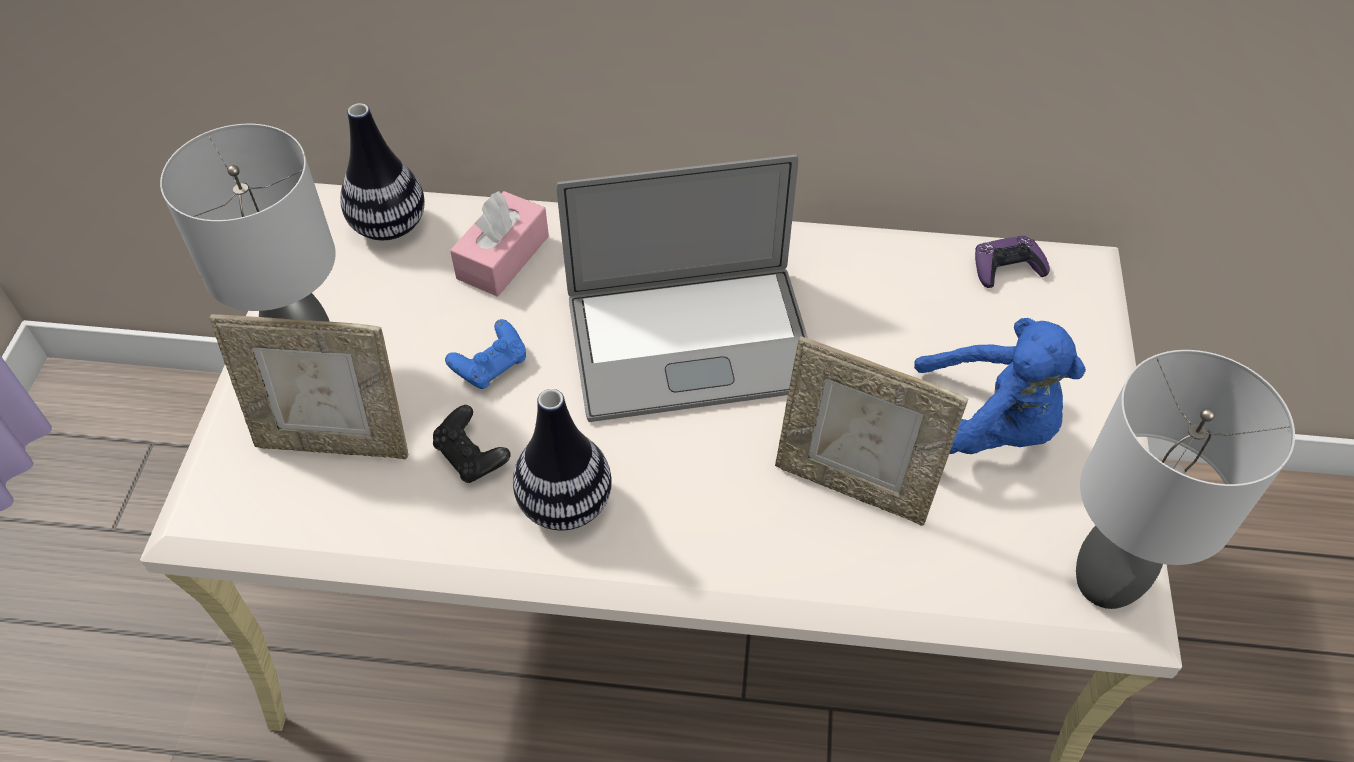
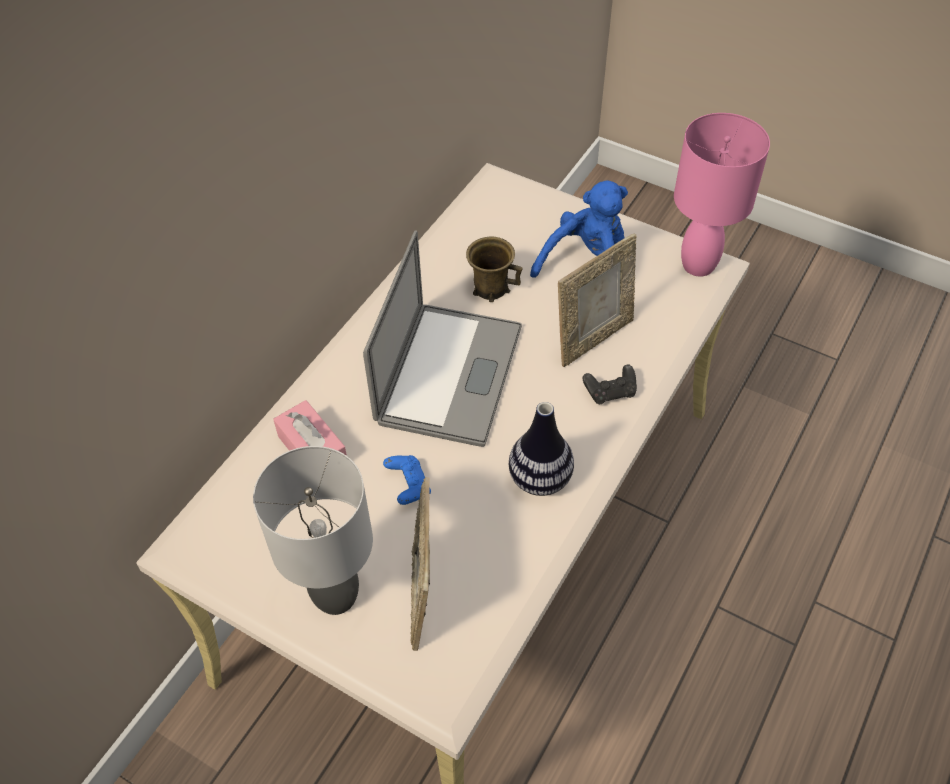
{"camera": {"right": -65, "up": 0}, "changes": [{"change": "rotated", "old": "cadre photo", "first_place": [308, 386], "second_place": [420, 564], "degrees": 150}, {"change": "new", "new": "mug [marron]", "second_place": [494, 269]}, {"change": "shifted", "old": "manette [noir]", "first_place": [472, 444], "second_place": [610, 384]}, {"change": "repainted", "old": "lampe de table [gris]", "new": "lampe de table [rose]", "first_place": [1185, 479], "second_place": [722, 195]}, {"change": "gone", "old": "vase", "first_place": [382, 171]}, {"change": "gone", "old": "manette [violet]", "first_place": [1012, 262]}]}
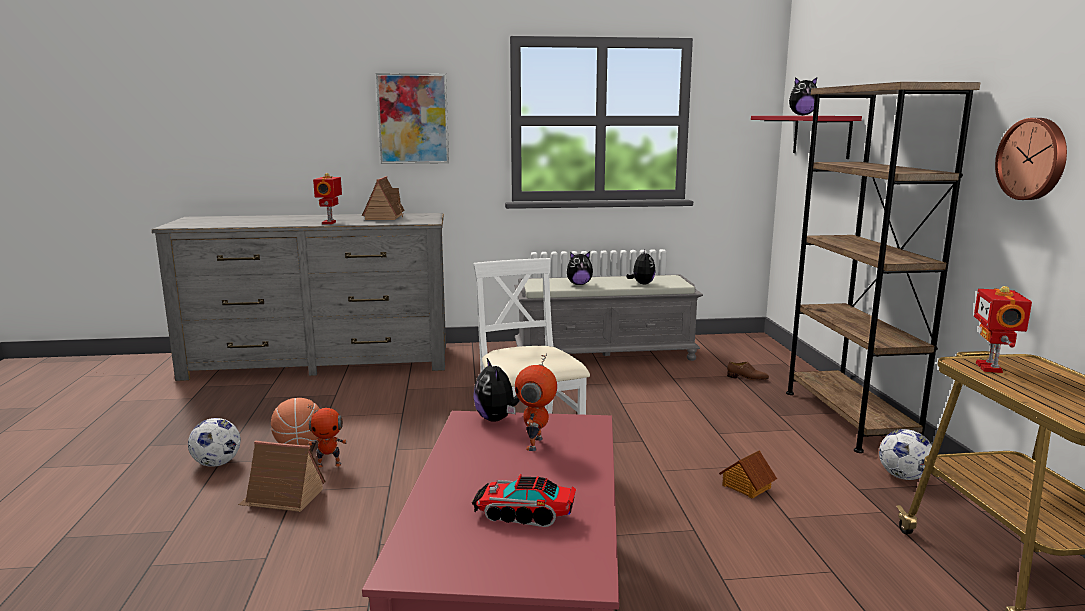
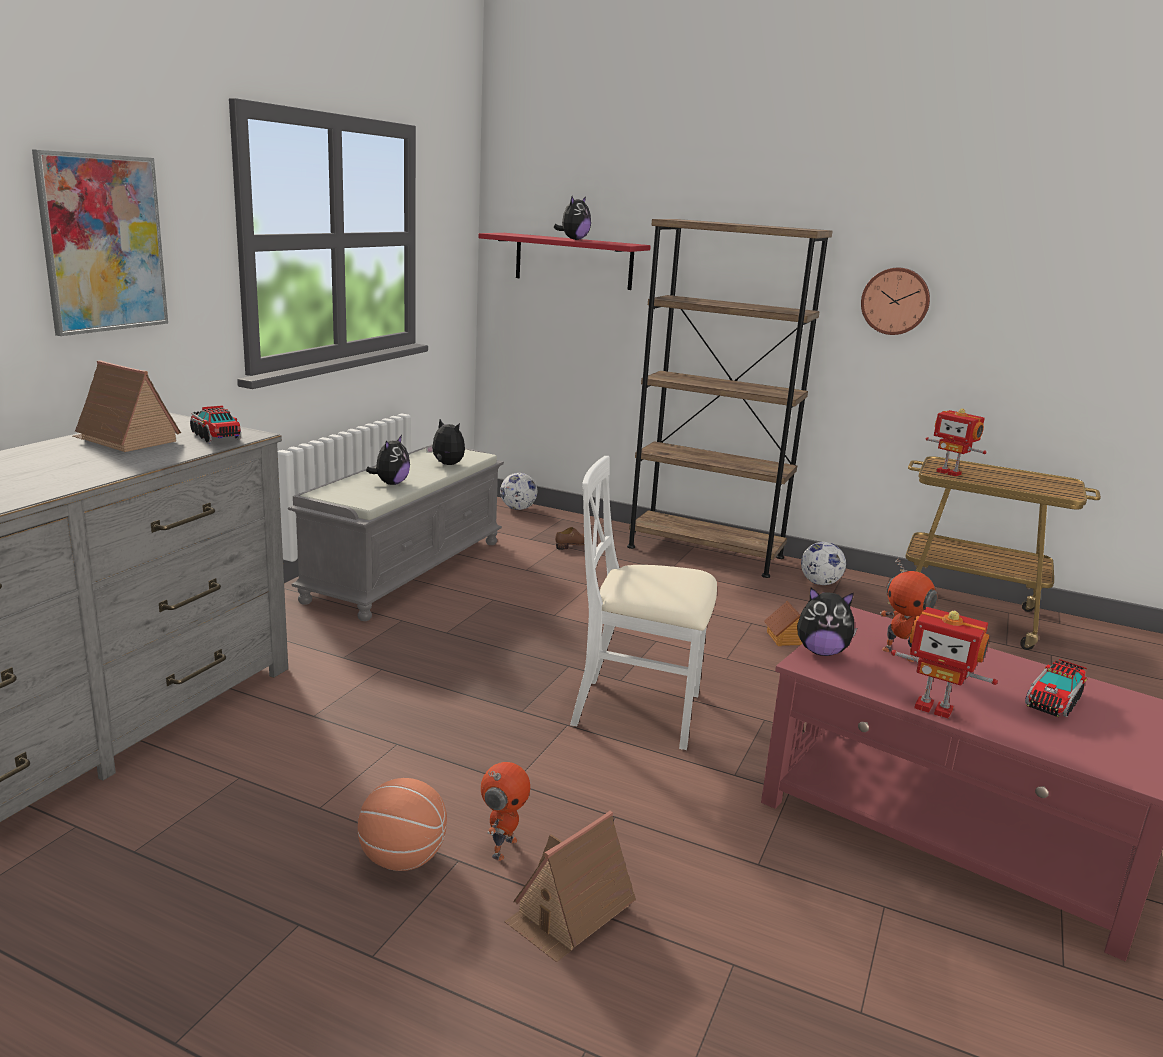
{"camera": {"right": -60, "up": 5}, "changes": [{"change": "new", "new": "camion jouet", "second_place": [215, 424]}, {"change": "shifted", "old": "ballon de foot", "first_place": [214, 442], "second_place": [518, 491]}, {"change": "shifted", "old": "robot jouet", "first_place": [327, 198], "second_place": [944, 663]}]}
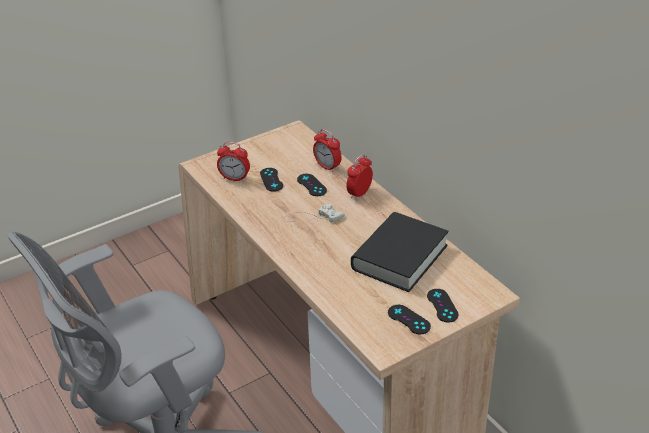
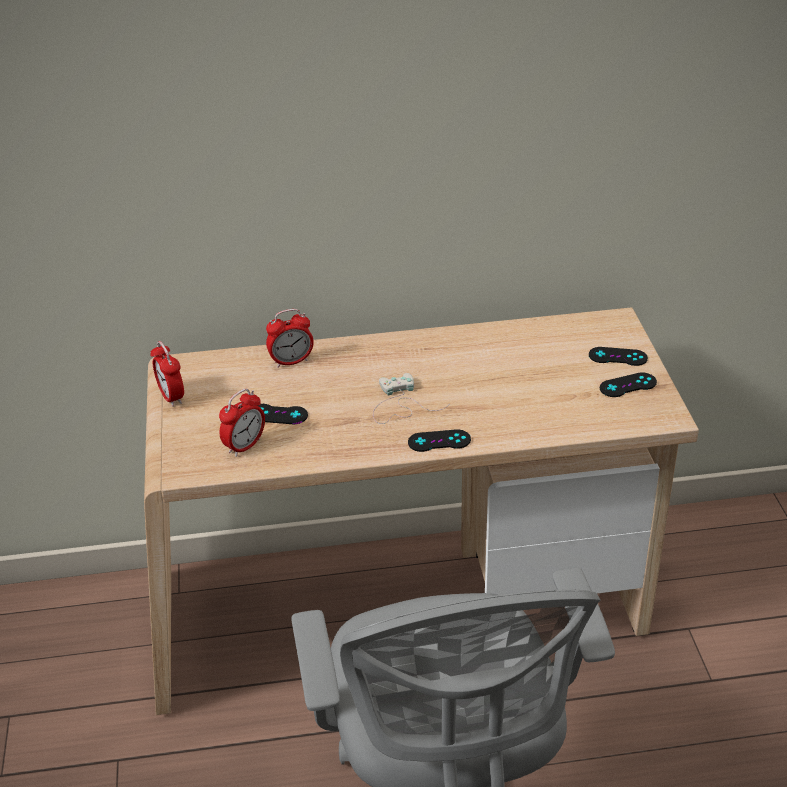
{"camera": {"right": -65, "up": 0}, "changes": [{"change": "shifted", "old": "réveil", "first_place": [359, 177], "second_place": [167, 374]}, {"change": "shifted", "old": "manette [noir]", "first_place": [312, 185], "second_place": [439, 440]}, {"change": "gone", "old": "livre [noir]", "first_place": [400, 252]}]}
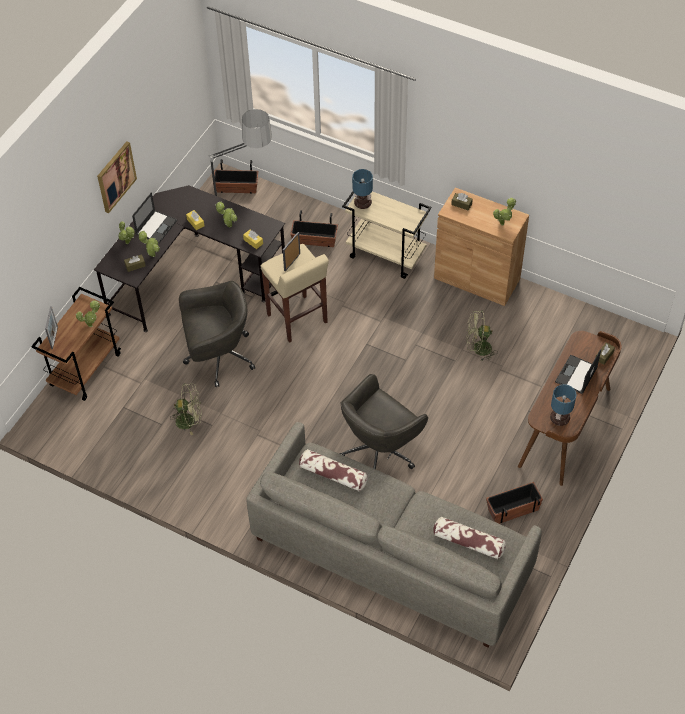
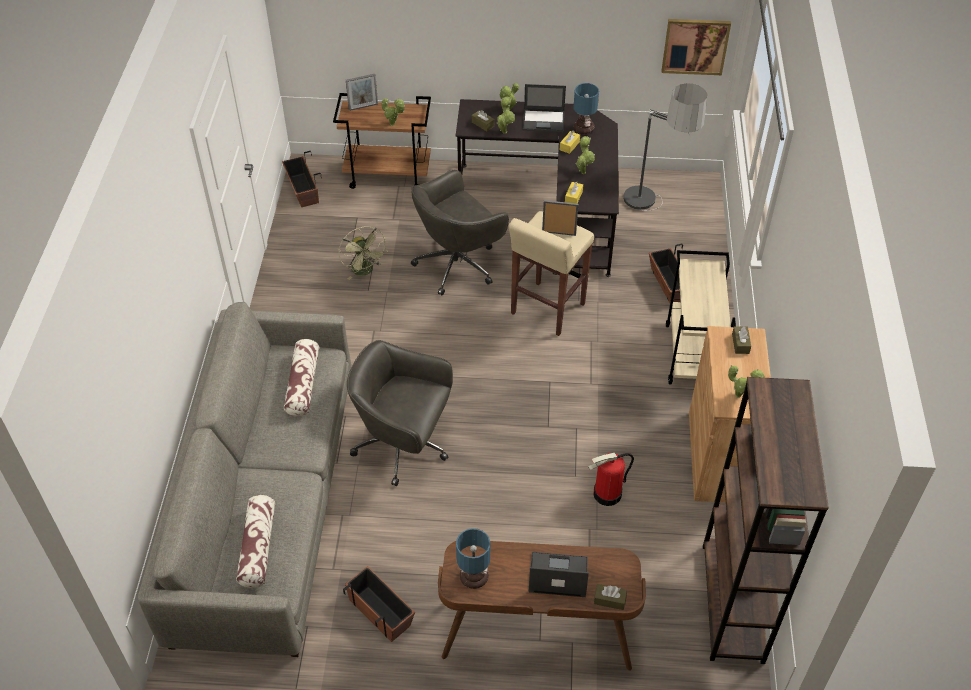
{"camera": {"right": 65, "up": -5}, "changes": [{"change": "shifted", "old": "cache-pot", "first_place": [236, 176], "second_place": [302, 179]}, {"change": "rotated", "old": "chaise de bureau [gris]", "first_place": [217, 334], "second_place": [460, 232], "degrees": 90}, {"change": "shifted", "old": "lampe de table", "first_place": [362, 189], "second_place": [586, 108]}, {"change": "swapped", "old": "ventilateur [vert]", "new": "extincteur", "first_place": [482, 336], "second_place": [611, 479]}, {"change": "shifted", "old": "tableau", "first_place": [117, 177], "second_place": [696, 47]}, {"change": "new", "new": "bibliothèque [marron]", "second_place": [766, 520]}]}
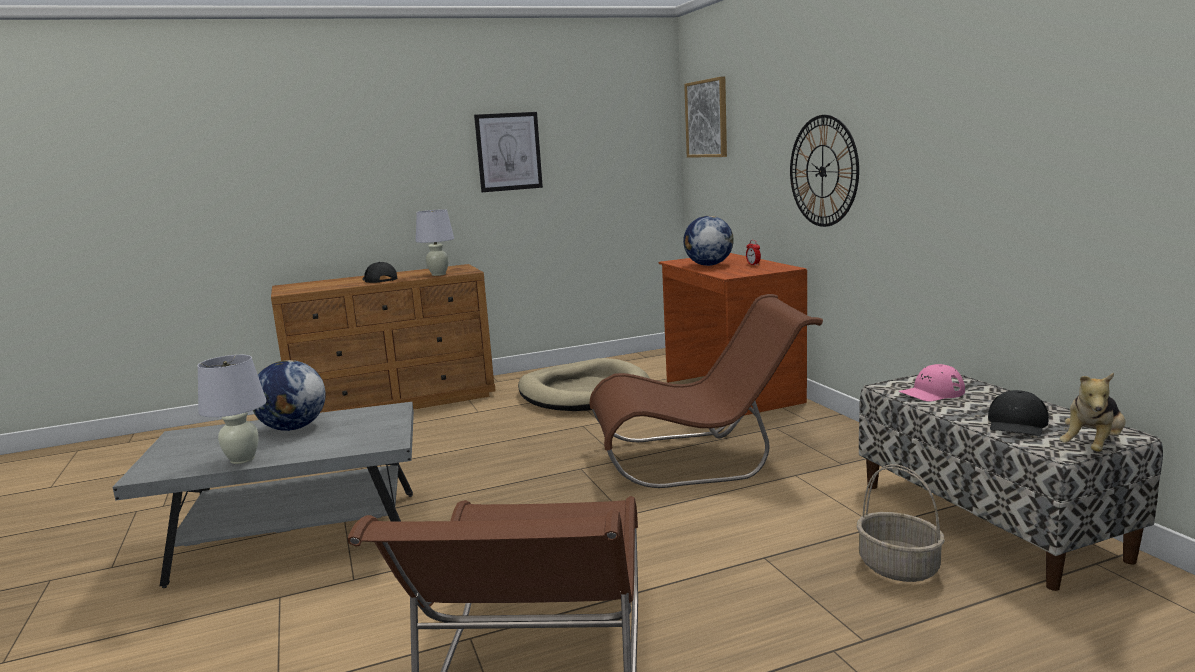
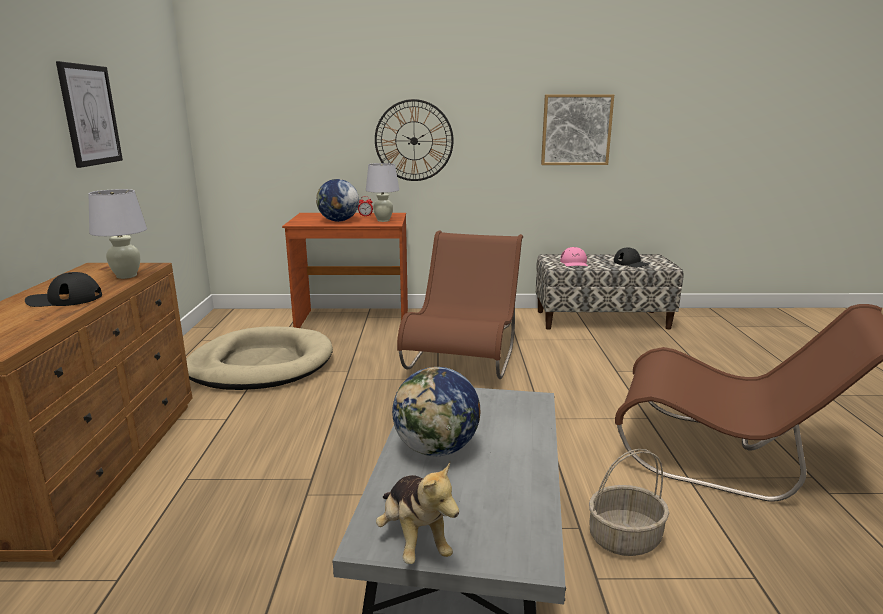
{"camera": {"right": -70, "up": 5}, "changes": [{"change": "shifted", "old": "lampe de table [blanc]", "first_place": [232, 409], "second_place": [382, 192]}, {"change": "shifted", "old": "peluche", "first_place": [1092, 412], "second_place": [417, 513]}, {"change": "shifted", "old": "tableau", "first_place": [705, 117], "second_place": [577, 130]}, {"change": "shifted", "old": "panier", "first_place": [901, 523], "second_place": [629, 502]}]}
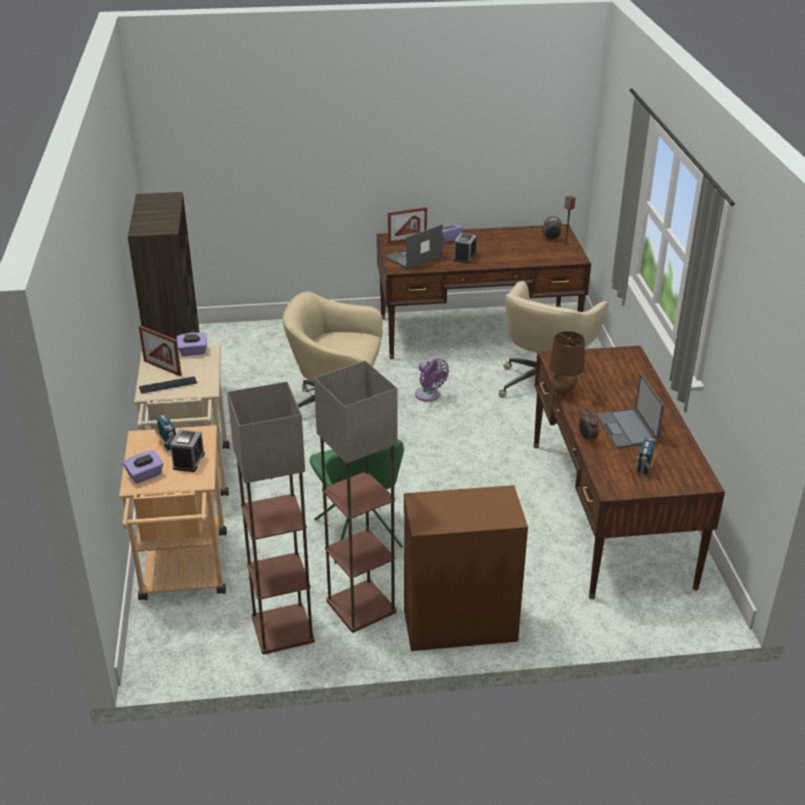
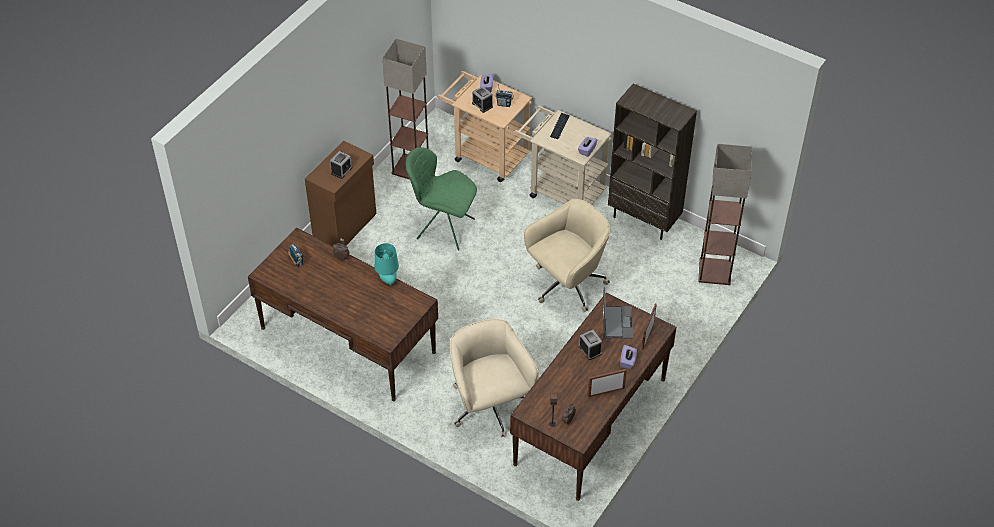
{"camera": {"right": 130, "up": 15}, "changes": [{"change": "new", "new": "réveil", "second_place": [341, 165]}, {"change": "repainted", "old": "lampe de table [marron]", "new": "lampe de table [turquoise]", "first_place": [567, 363], "second_place": [386, 264]}, {"change": "shifted", "old": "cadre photo", "first_place": [160, 351], "second_place": [607, 383]}, {"change": "shifted", "old": "lampadaire", "first_place": [356, 496], "second_place": [725, 214]}, {"change": "gone", "old": "ventilateur [violet]", "first_place": [432, 380]}, {"change": "gone", "old": "ordinateur portable", "first_place": [630, 410]}]}
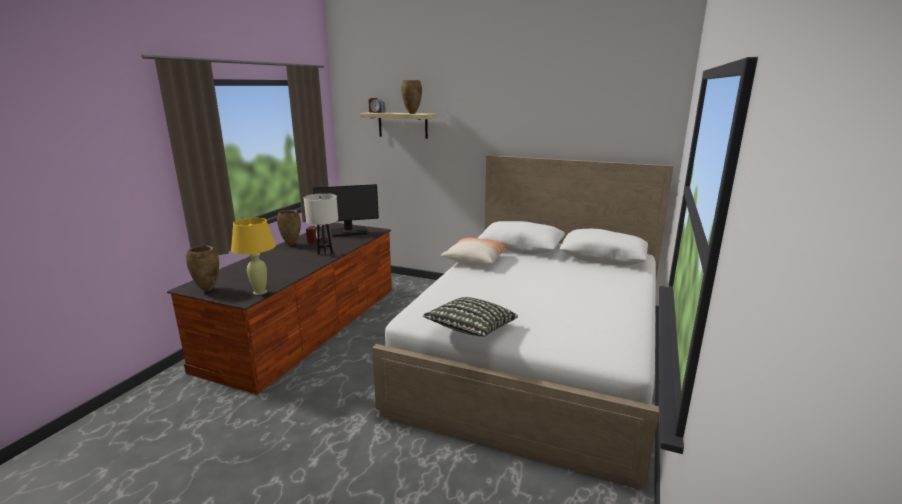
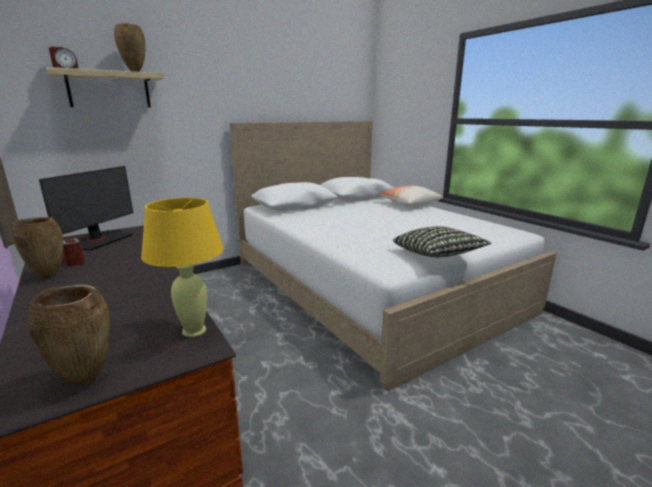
{"camera": {"right": -55, "up": 0}, "changes": [{"change": "shifted", "old": "coussin", "first_place": [475, 252], "second_place": [411, 196]}, {"change": "gone", "old": "lampe de table [blanc]", "first_place": [321, 224]}]}
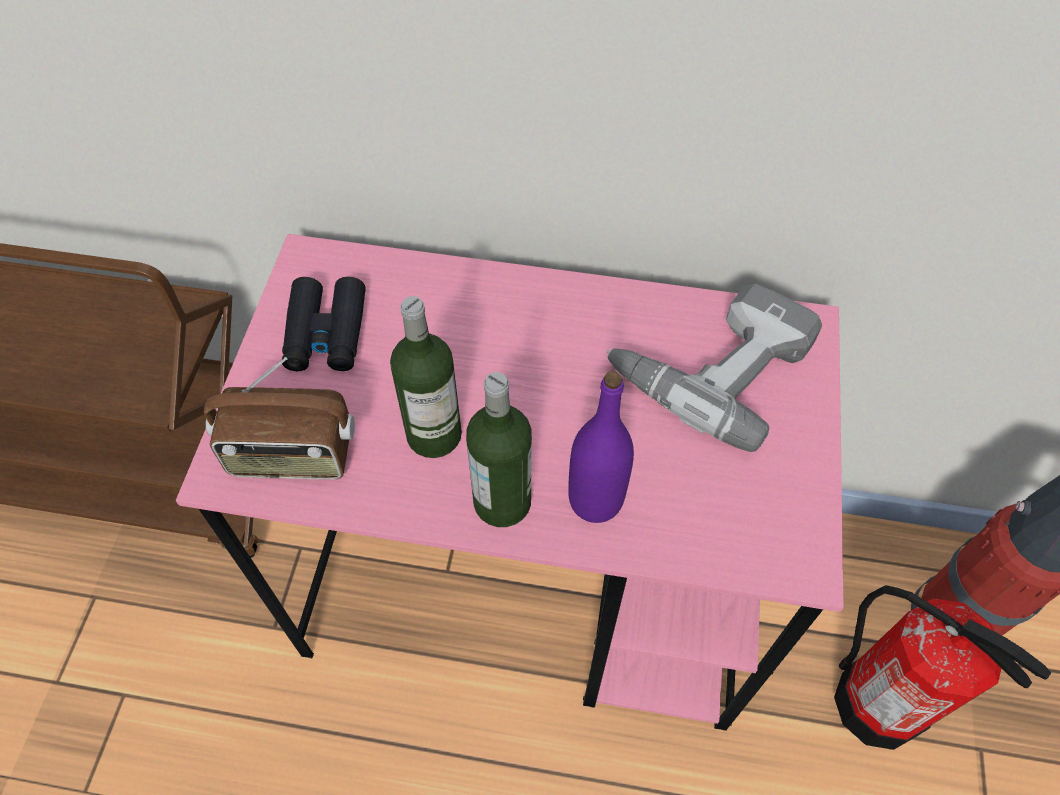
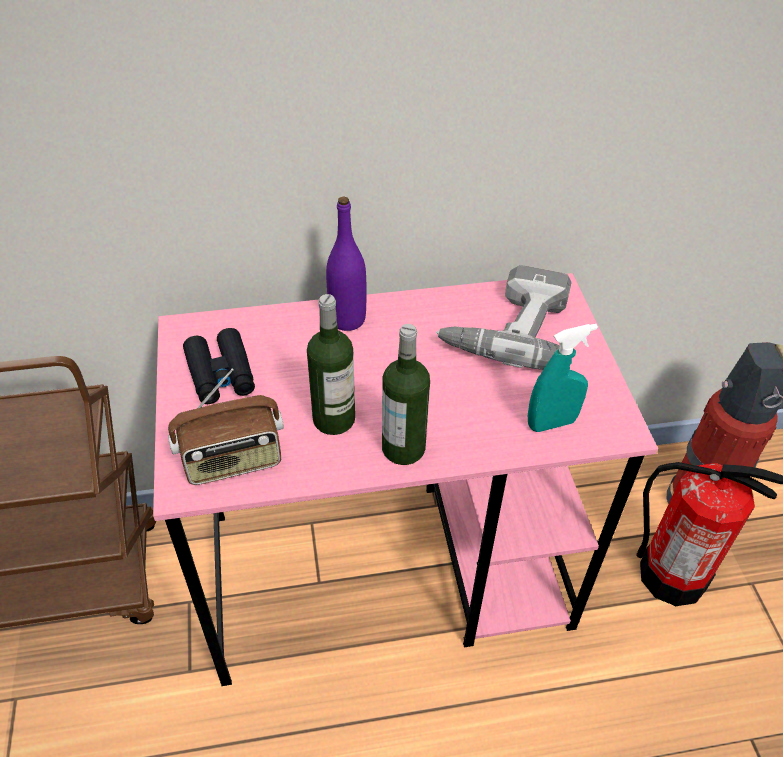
{"camera": {"right": -20, "up": -10}, "changes": [{"change": "shifted", "old": "bouteille [violet]", "first_place": [601, 447], "second_place": [346, 264]}, {"change": "new", "new": "vaporisateur [turquoise]", "second_place": [563, 378]}]}
